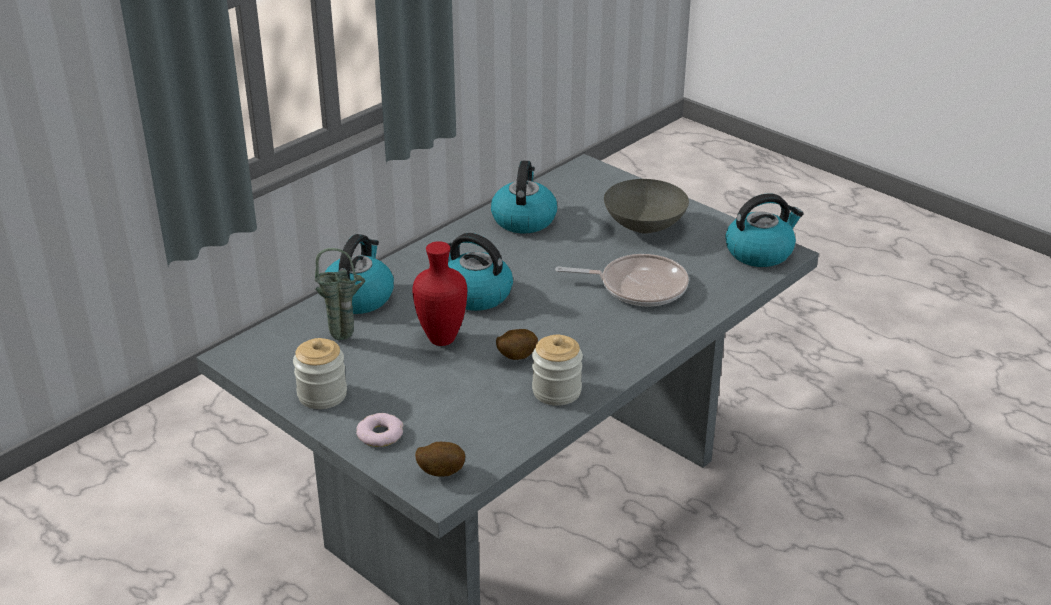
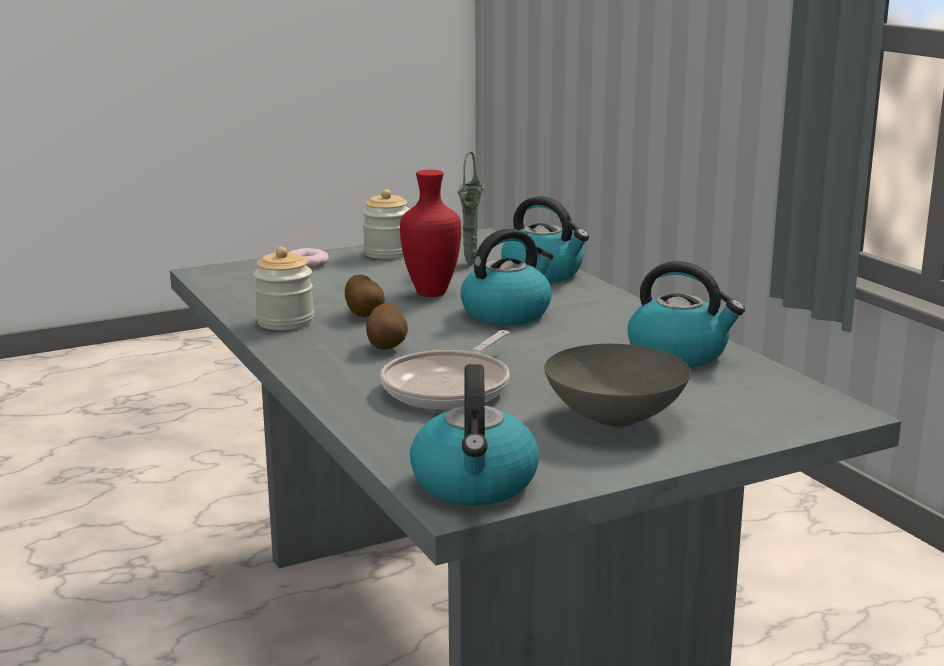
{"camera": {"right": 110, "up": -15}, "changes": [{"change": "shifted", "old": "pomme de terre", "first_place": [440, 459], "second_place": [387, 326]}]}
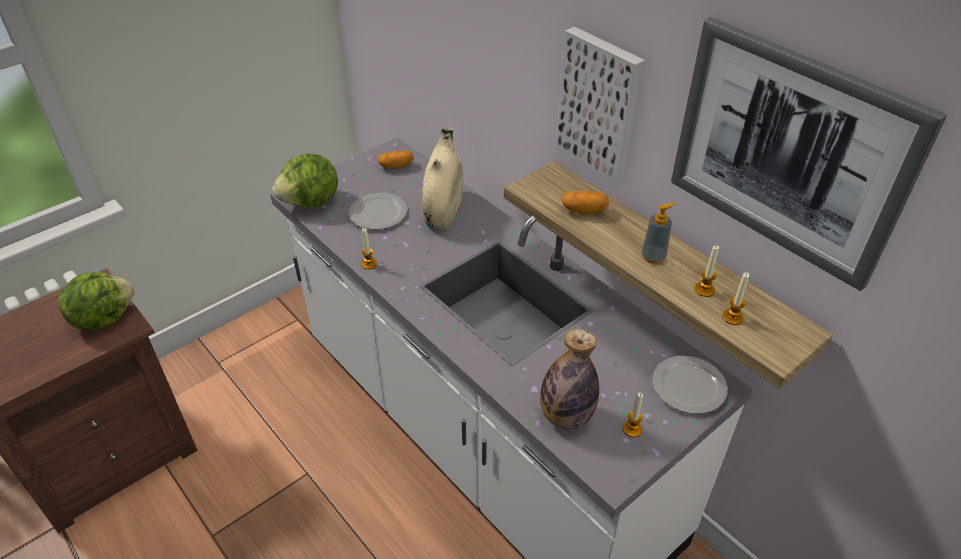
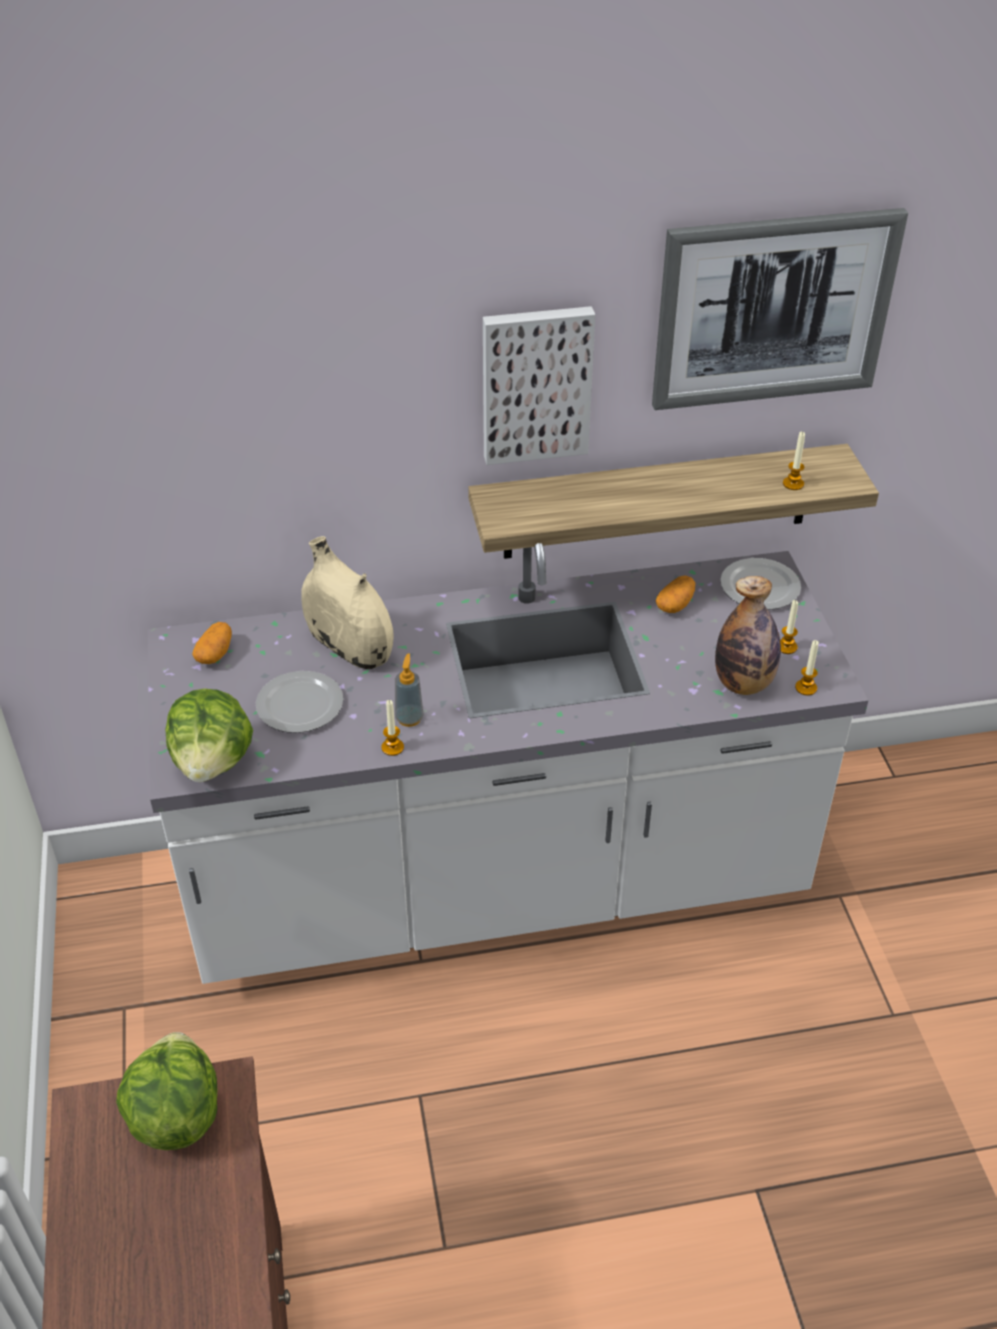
{"camera": {"right": -60, "up": 0}, "changes": [{"change": "shifted", "old": "distributeur de savon", "first_place": [659, 233], "second_place": [409, 690]}, {"change": "shifted", "old": "pomme de terre", "first_place": [585, 202], "second_place": [675, 594]}, {"change": "shifted", "old": "bougie", "first_place": [707, 271], "second_place": [807, 667]}]}
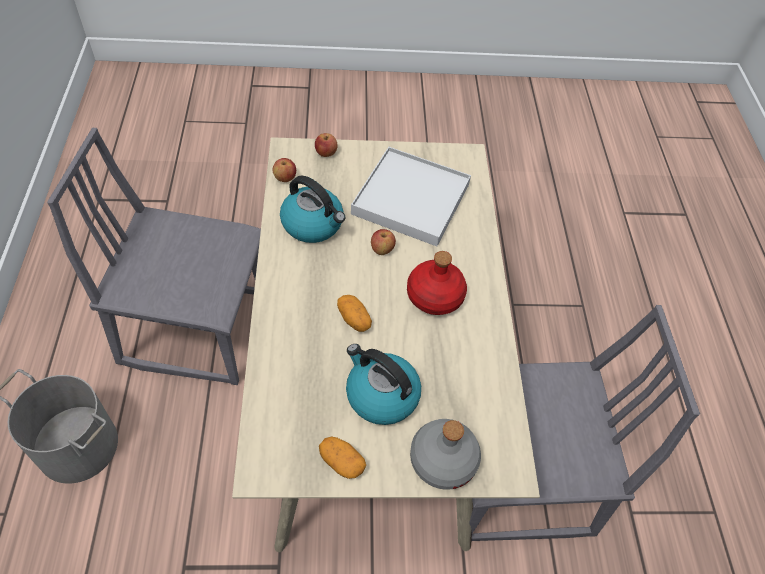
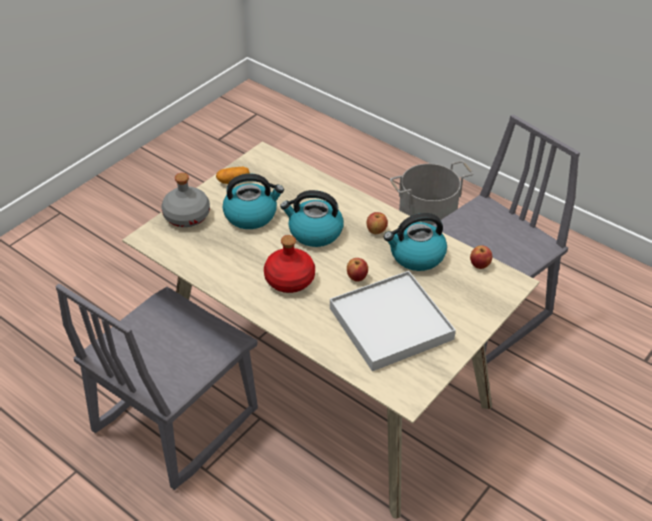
{"camera": {"right": 135, "up": -10}, "changes": [{"change": "swapped", "old": "pomme de terre", "new": "bouilloire", "first_place": [354, 313], "second_place": [312, 218]}, {"change": "shifted", "old": "pomme", "first_place": [326, 145], "second_place": [377, 223]}]}
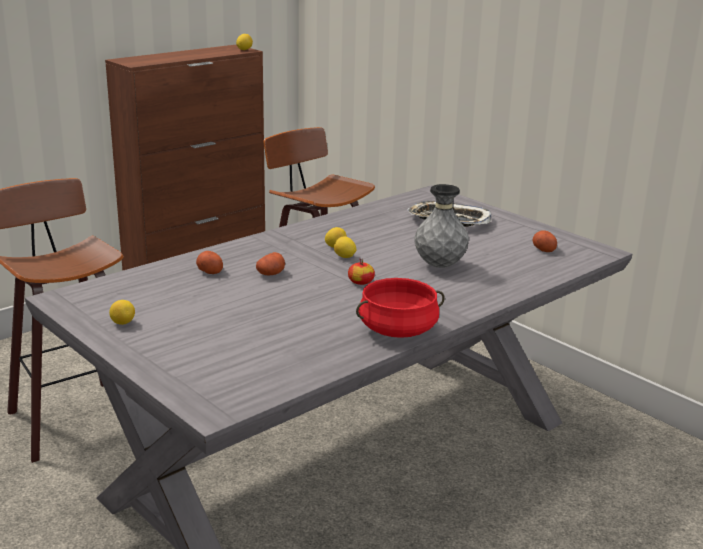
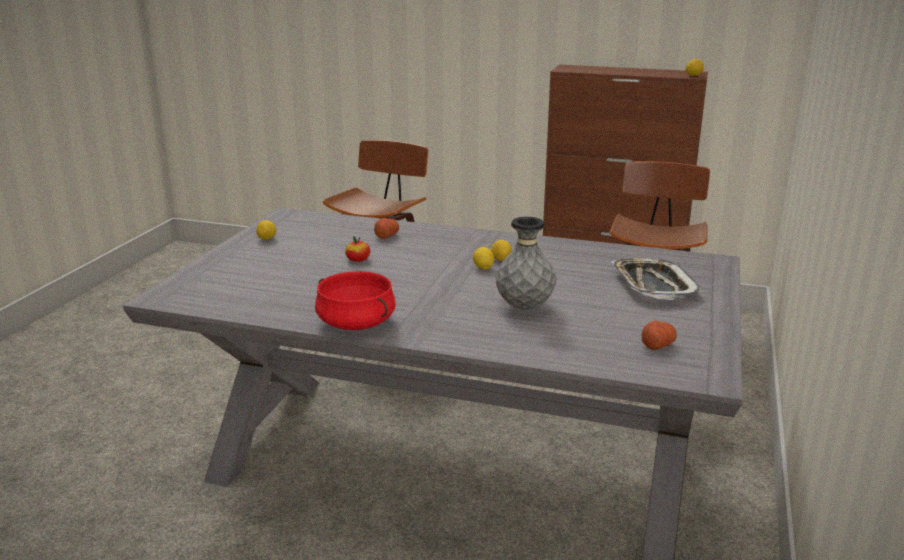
{"camera": {"right": 60, "up": 0}, "changes": [{"change": "shifted", "old": "pomme", "first_place": [361, 272], "second_place": [357, 249]}, {"change": "gone", "old": "pomme de terre", "first_place": [270, 263]}]}
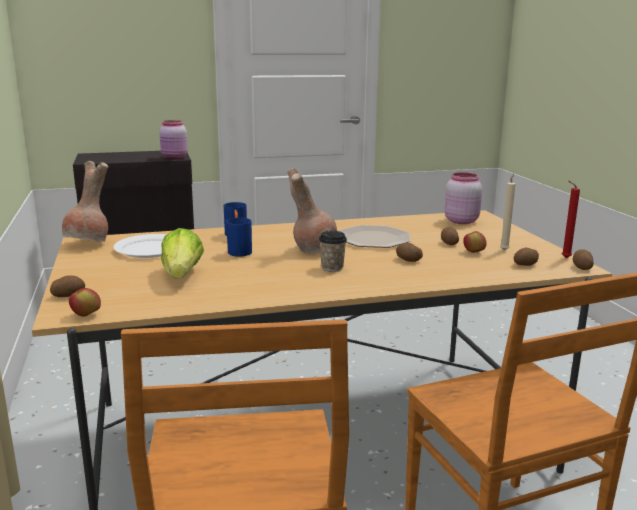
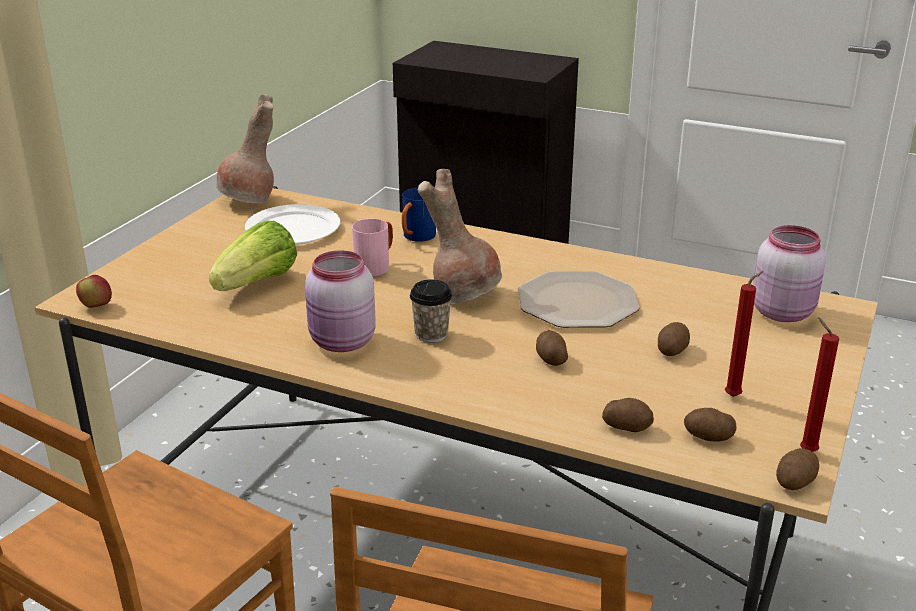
{"camera": {"right": 40, "up": 10}, "changes": [{"change": "shifted", "old": "bocal [rose]", "first_place": [173, 139], "second_place": [340, 301]}, {"change": "repainted", "old": "mug [bleu]", "new": "mug [rose]", "first_place": [239, 237], "second_place": [372, 247]}, {"change": "shifted", "old": "pomme de terre", "first_place": [67, 286], "second_place": [628, 415]}, {"change": "repainted", "old": "bougie [beige]", "new": "bougie [rouge]", "first_place": [507, 212], "second_place": [744, 334]}, {"change": "gone", "old": "pomme", "first_place": [474, 242]}]}
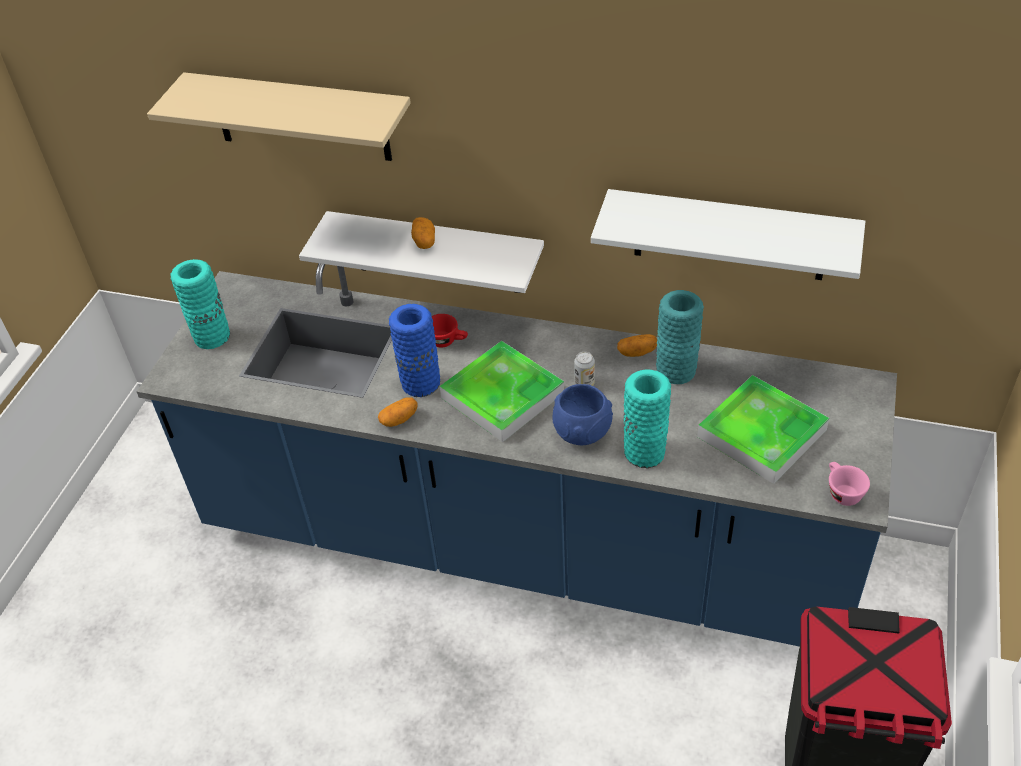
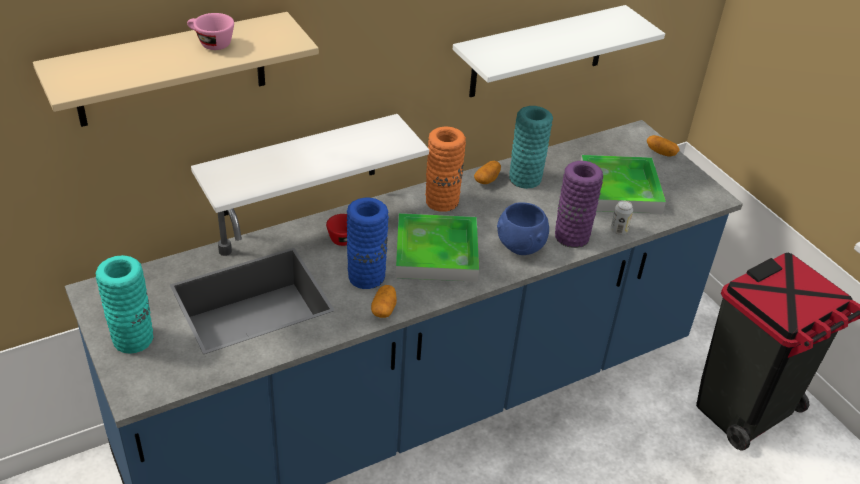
{"camera": {"right": -50, "up": -5}, "changes": [{"change": "shifted", "old": "tasse [rose]", "first_place": [849, 484], "second_place": [210, 31]}, {"change": "new", "new": "vase [orange]", "second_place": [445, 169]}, {"change": "repainted", "old": "vase [turquoise]", "new": "vase [violet]", "first_place": [647, 418], "second_place": [579, 204]}, {"change": "shifted", "old": "boîte métallique", "first_place": [584, 369], "second_place": [622, 217]}, {"change": "shifted", "old": "pomme de terre", "first_place": [423, 233], "second_place": [663, 146]}]}
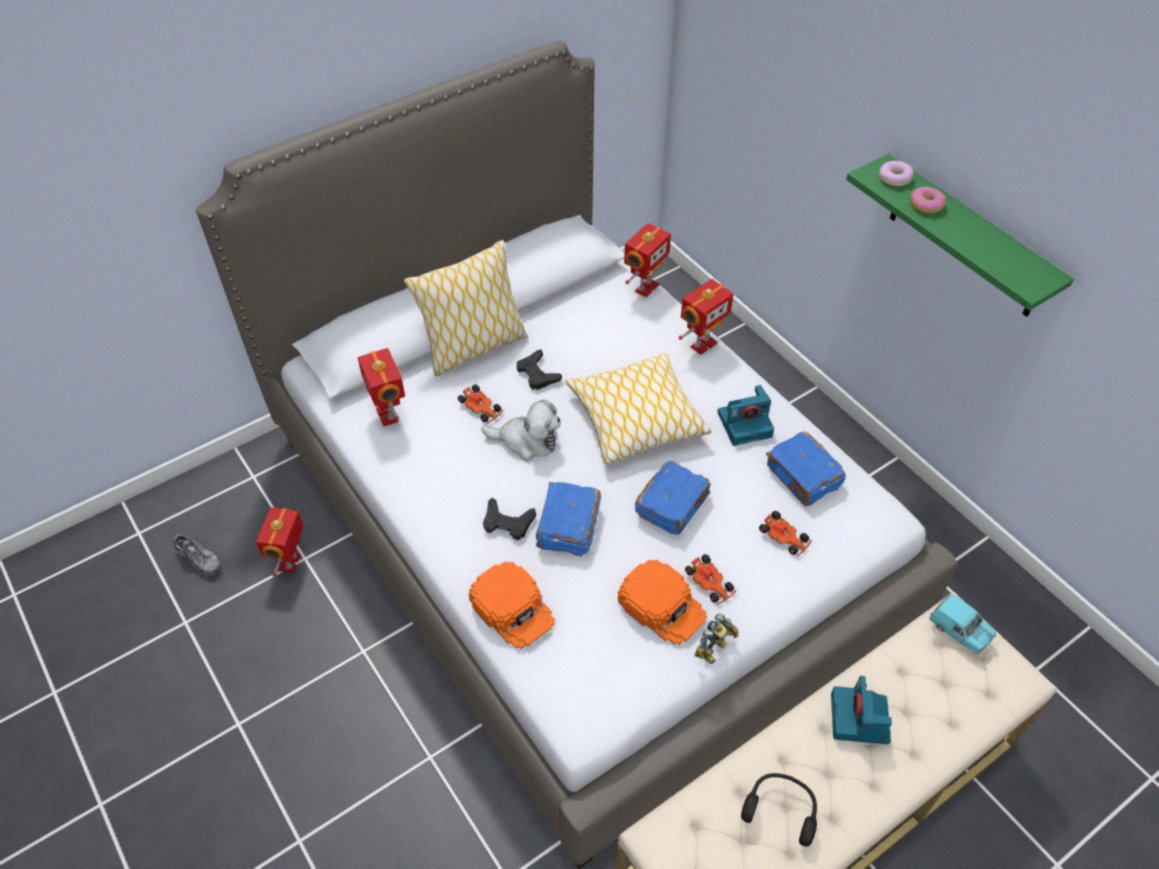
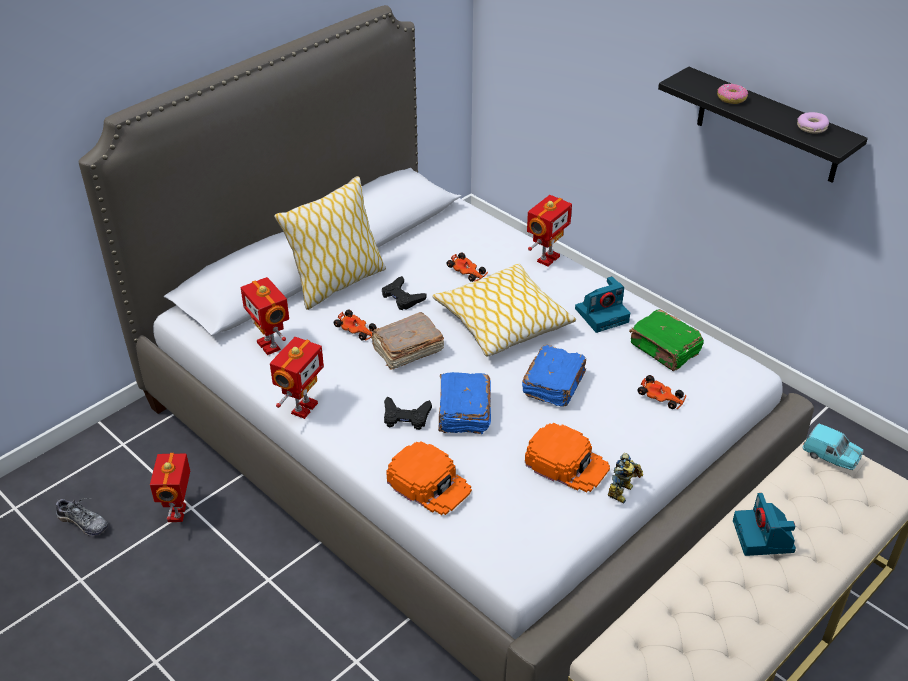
{"camera": {"right": -10, "up": -10}, "changes": [{"change": "shifted", "old": "robot jouet", "first_place": [647, 260], "second_place": [297, 378]}, {"change": "swapped", "old": "peluche", "new": "livre [marron]", "first_place": [521, 430], "second_place": [407, 341]}, {"change": "shifted", "old": "petite voiture", "first_place": [711, 579], "second_place": [467, 267]}, {"change": "repainted", "old": "livre [bleu]", "new": "livre [vert]", "first_place": [806, 469], "second_place": [666, 340]}, {"change": "repainted", "old": "étagère [vert]", "new": "étagère [noir]", "first_place": [960, 235], "second_place": [763, 125]}, {"change": "shifted", "old": "beignet", "first_place": [896, 173], "second_place": [813, 123]}, {"change": "gone", "old": "casque audio [noir]", "first_place": [779, 810]}]}
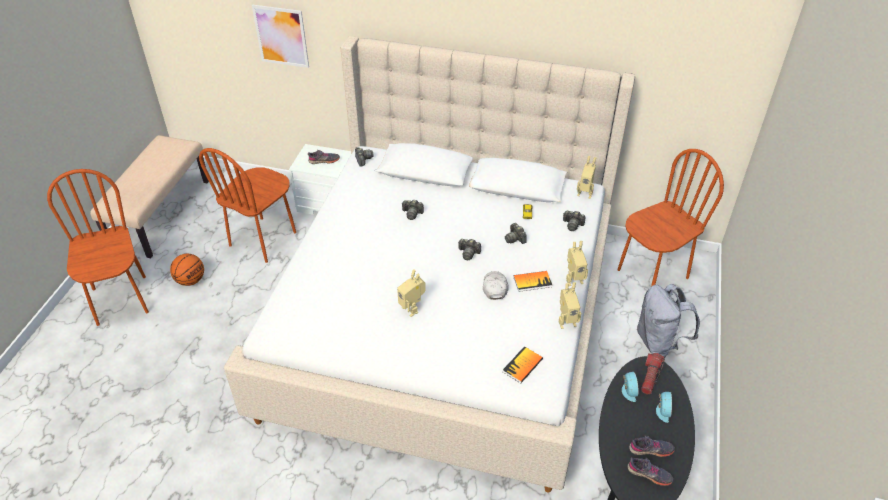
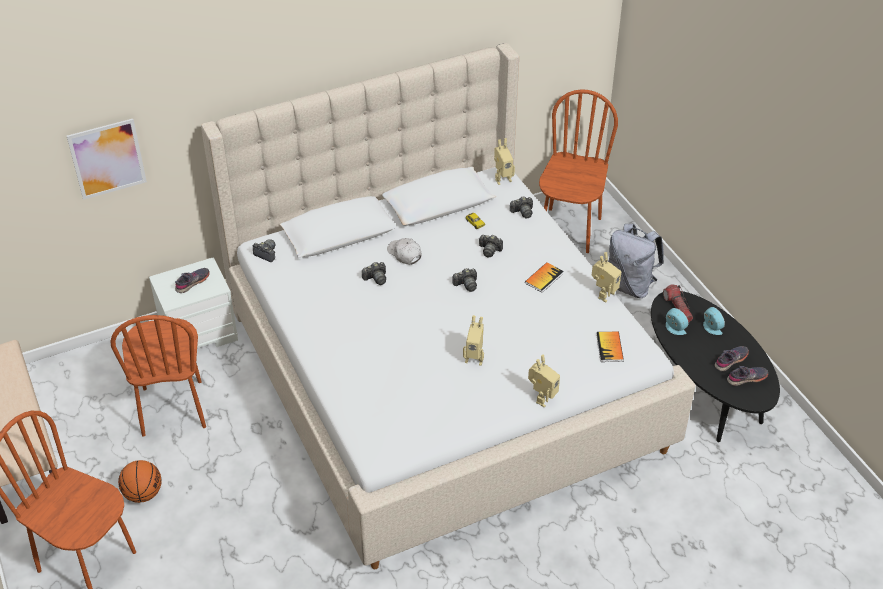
{"camera": {"right": -40, "up": 0}, "changes": [{"change": "shifted", "old": "casquette [blanc]", "first_place": [496, 285], "second_place": [404, 251]}, {"change": "shifted", "old": "robot jouet", "first_place": [577, 263], "second_place": [544, 381]}]}
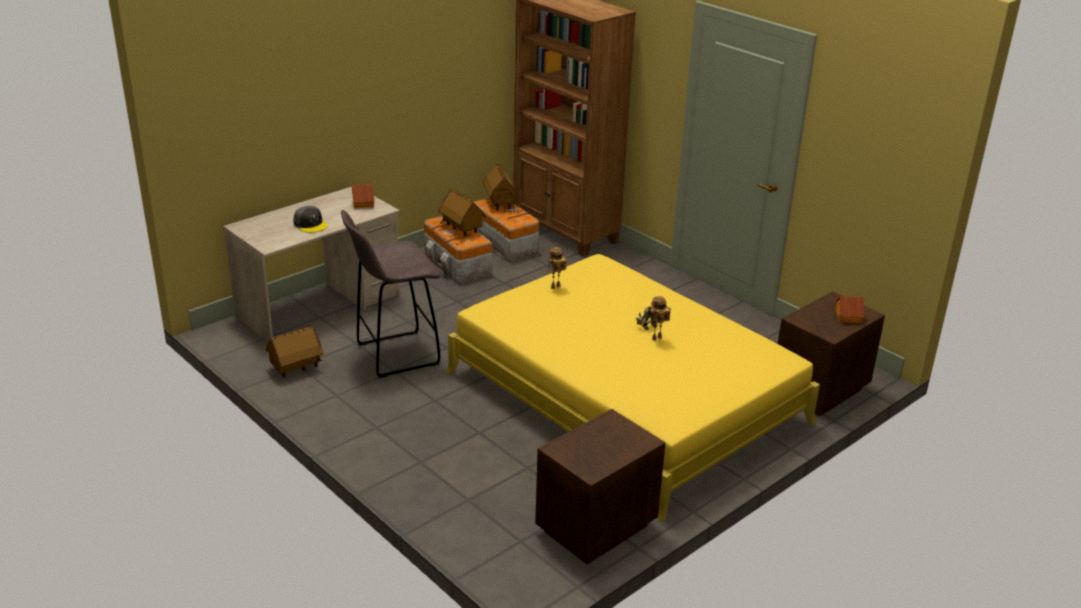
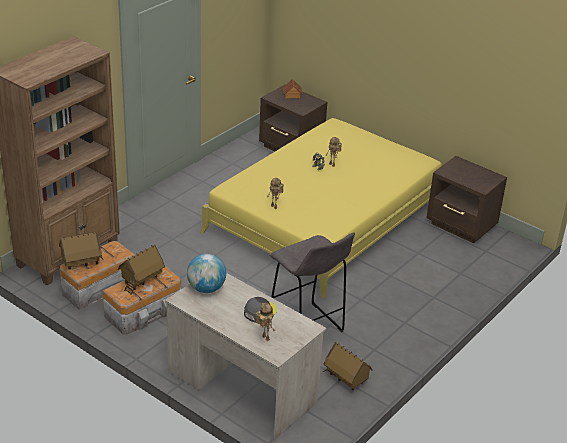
{"camera": {"right": -100, "up": 5}, "changes": [{"change": "swapped", "old": "maison miniature", "new": "globe", "first_place": [363, 196], "second_place": [206, 273]}, {"change": "new", "new": "robot jouet", "second_place": [265, 322]}]}
